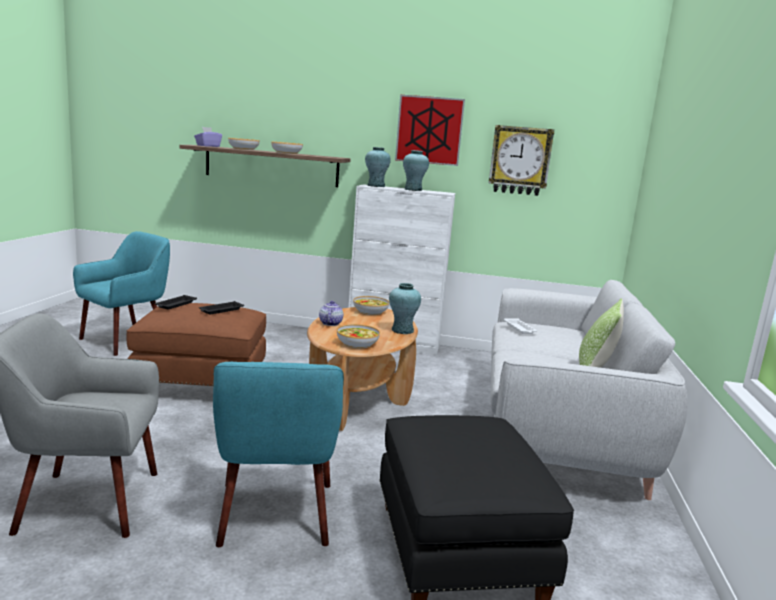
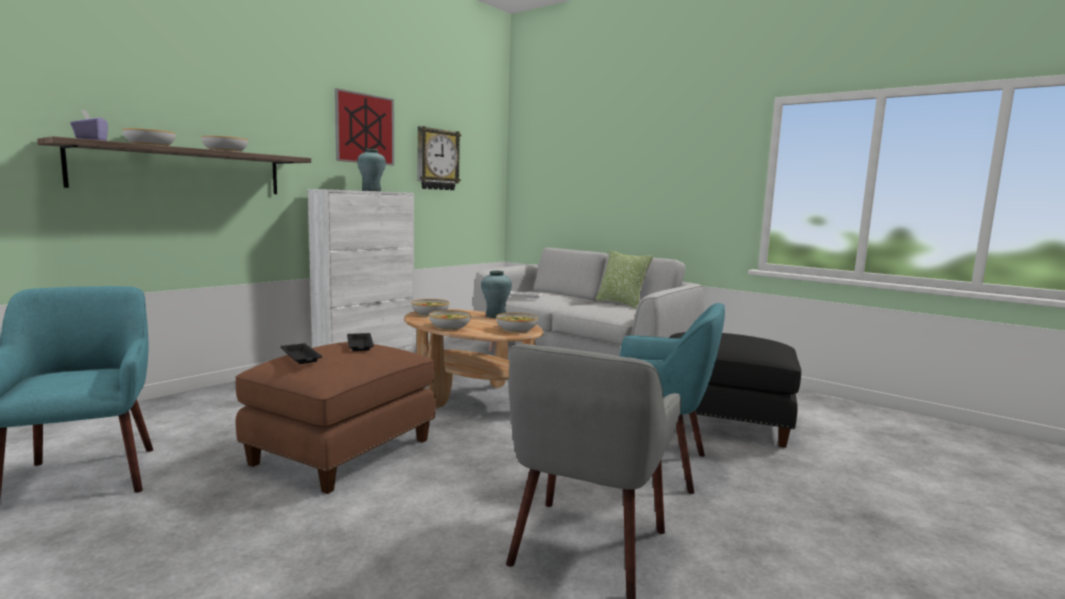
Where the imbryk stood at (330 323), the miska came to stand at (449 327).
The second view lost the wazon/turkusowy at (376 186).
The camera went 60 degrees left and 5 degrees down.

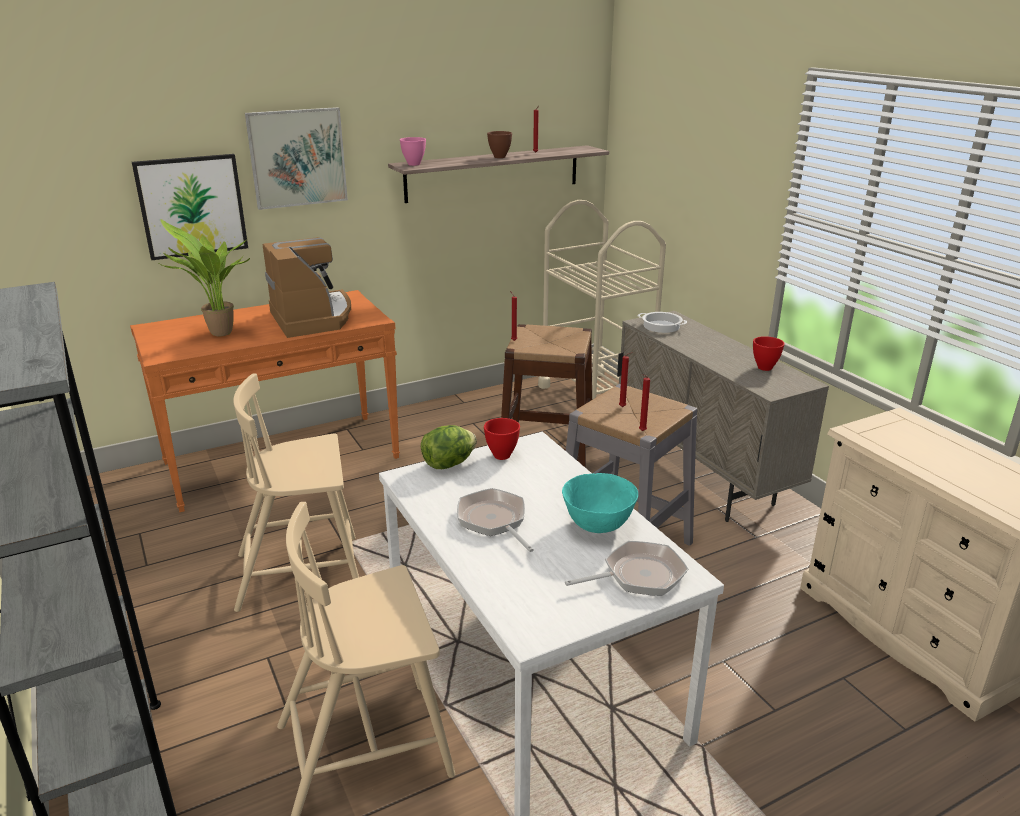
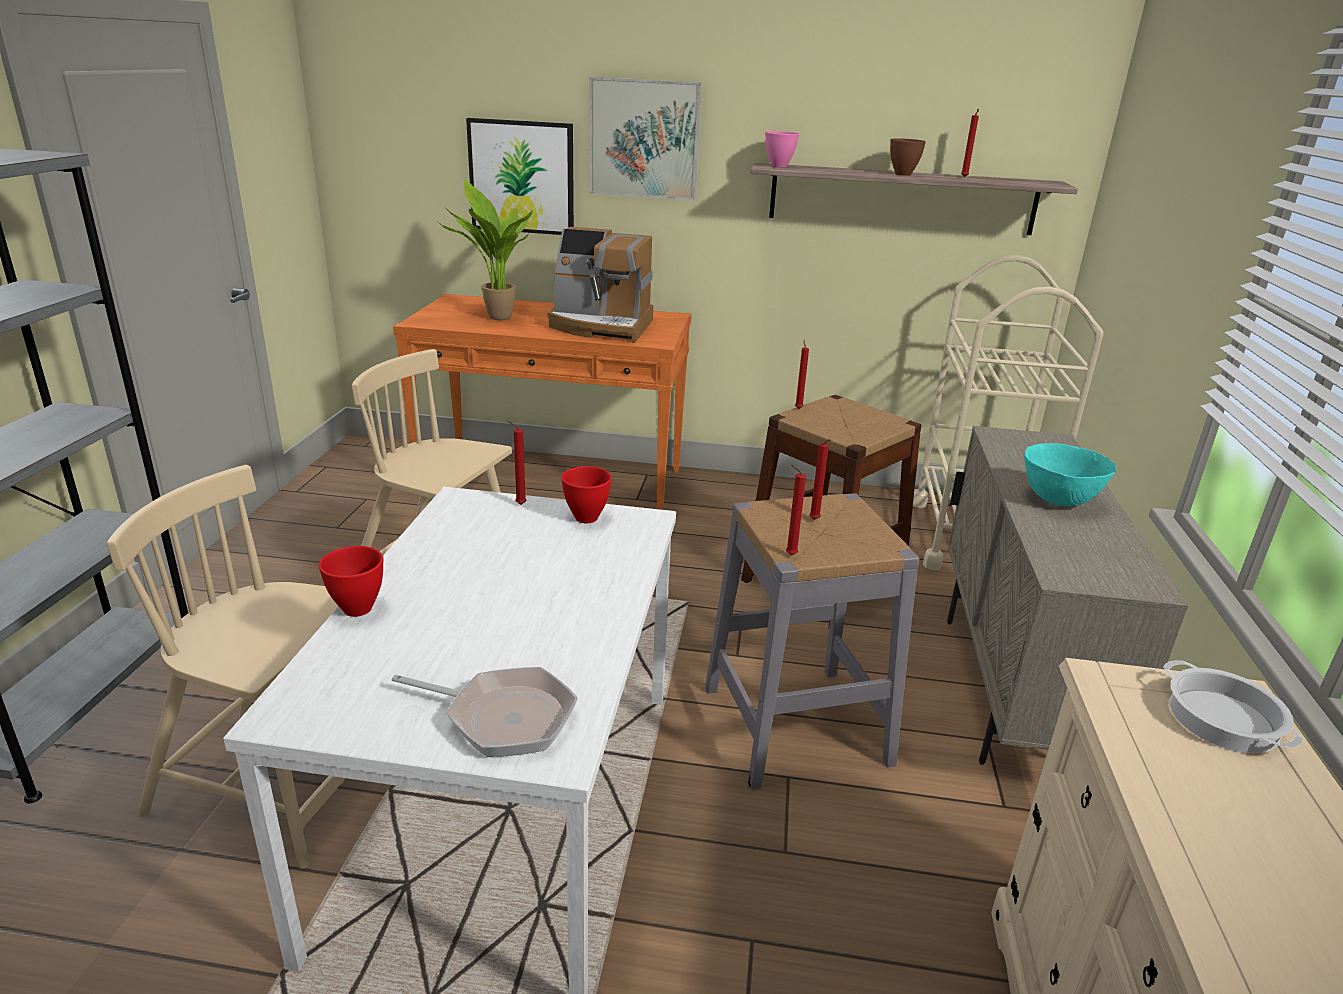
The ekspres do kawy at (313 318) ended up facing another way, 90 degrees clockwise from before.
Where the sałata stood at (448 464), the świeca/czerwony came to stand at (519 504).
The second view lost the patelnia at (494 521).
The miska/turkusowy ended up elsewhere, having gone from (597 526) to (1058 500).
The garnek ended up elsewhere, having gone from (662 326) to (1224 719).
The miska/czerwony ended up elsewhere, having gone from (764 367) to (359 608).
The camera went 35 degrees right and 0 degrees up.

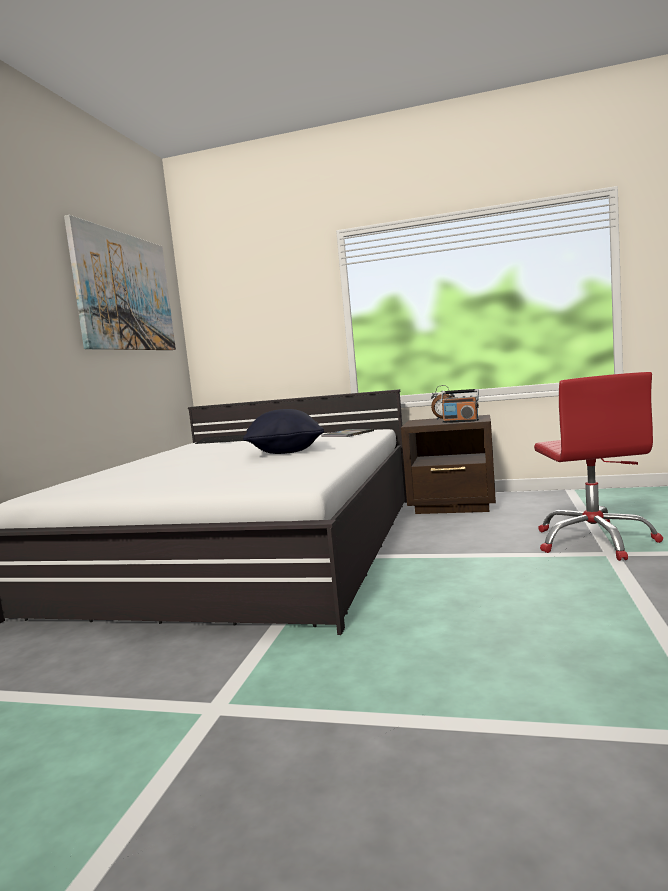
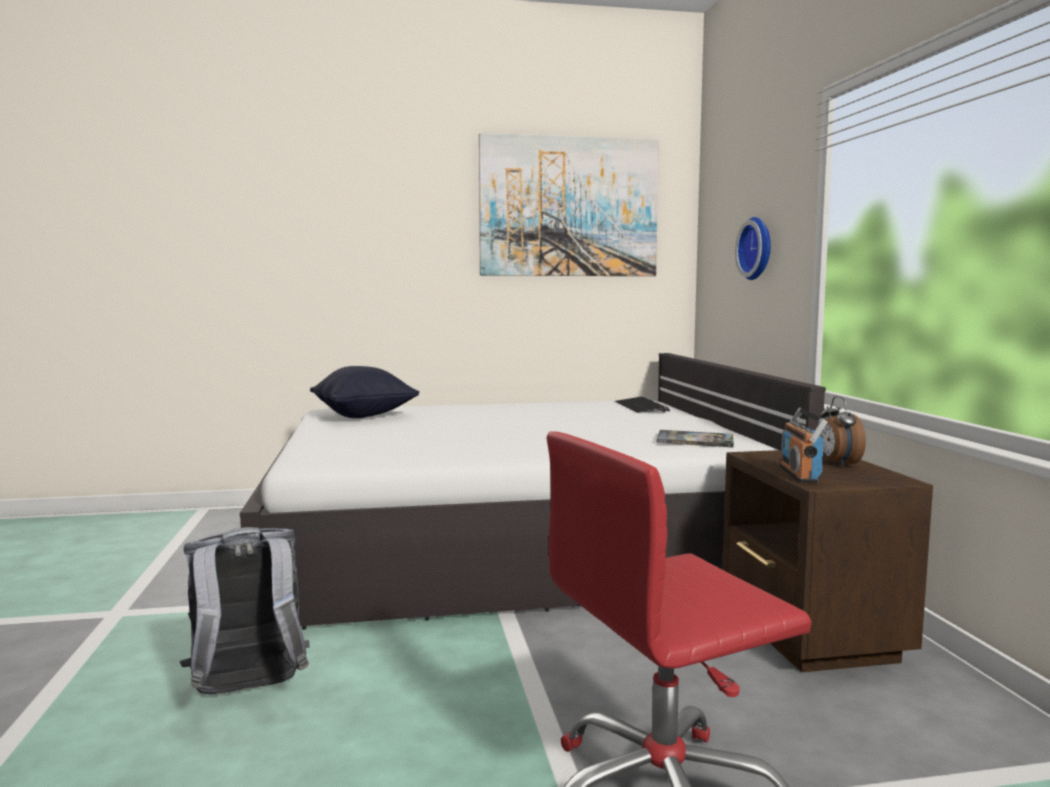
The poduszka/czarny ended up elsewhere, having gone from (285 452) to (364 416).
The second view gained the plecak/szary at (248 692).
The second view gained the zegar ścienny at (758 248).
The camera went 65 degrees right and 0 degrees up.

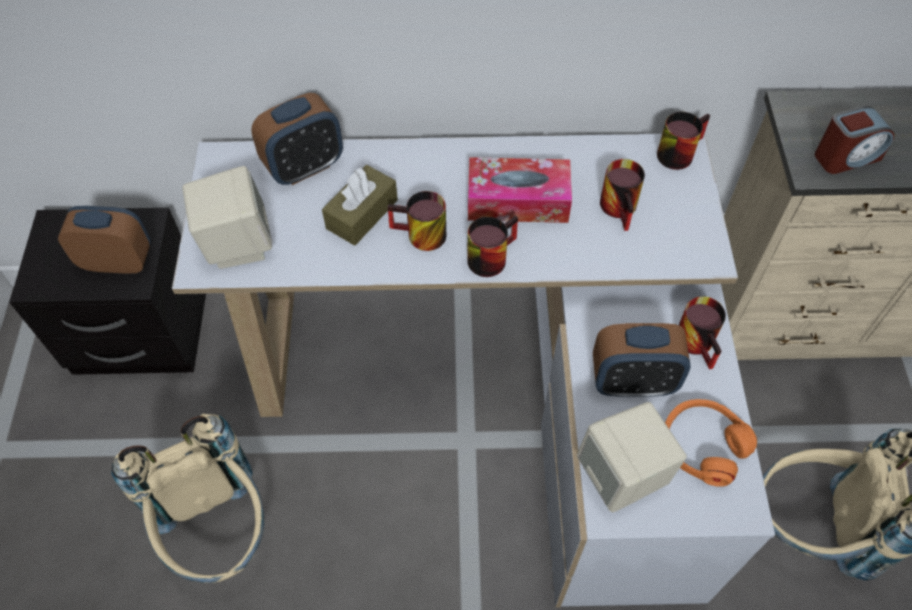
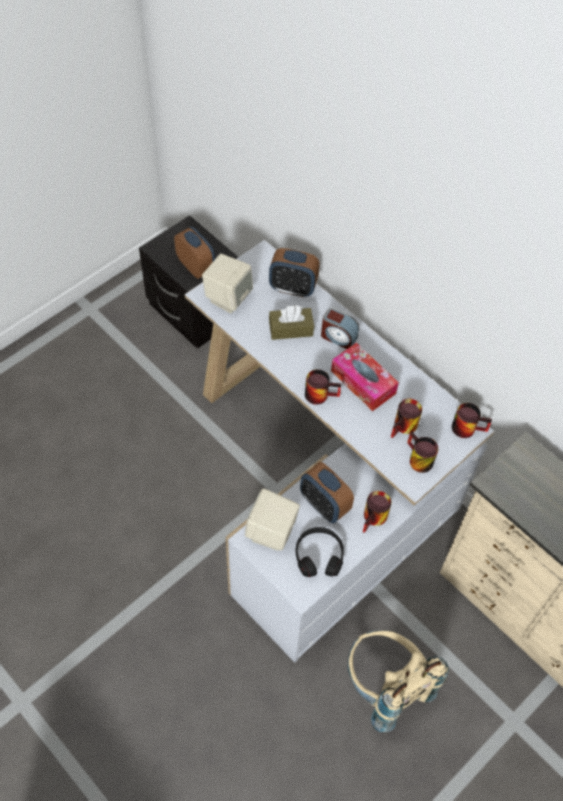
The second view lost the plecak/beżowy at (220 534).
The kubek ended up elsewhere, having gone from (419 237) to (417 459).
What was the słuchawki/pomarańczowy at (702 445) turned into the słuchawki/czarny at (319 555).
The budzik ended up elsewhere, having gone from (846 156) to (338 337).
The camera went 45 degrees right and 0 degrees up.

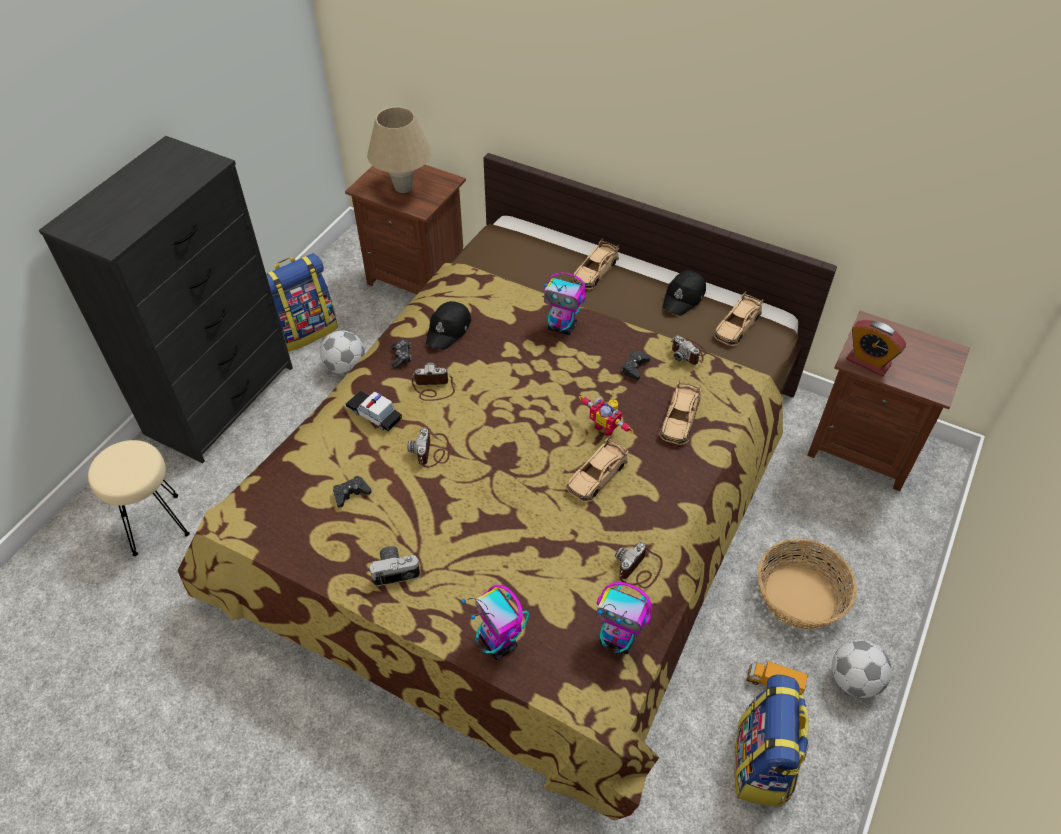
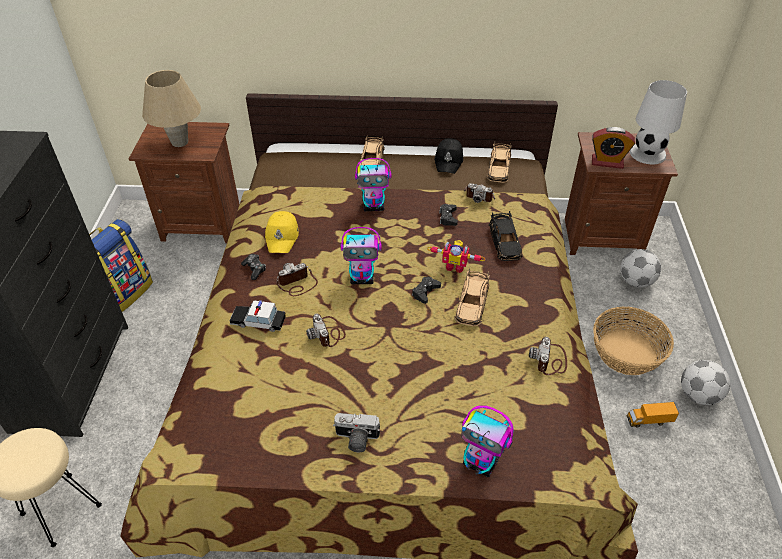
The piłka futbolowa ended up elsewhere, having gone from (346 367) to (635 281).
The pad do gier/czarny ended up elsewhere, having gone from (351 494) to (425 292).
The aparat fotograficzny at (395 569) ended up facing another way, 135 degrees counterclockwise from before.
What was the czapka z daszkiem/czarny at (449 330) turned into the czapka z daszkiem/żółty at (282 236).
The robot zabawkowy ended up elsewhere, having gone from (618 639) to (362 278).
What was the samochodzik/beżowy at (679 419) turned into the samochodzik/czarny at (504 242).
The second view lost the plecak at (762 764).
The second view gained the lampa stołowa/biały at (648 154).
The camera went 25 degrees left and 5 degrees down.

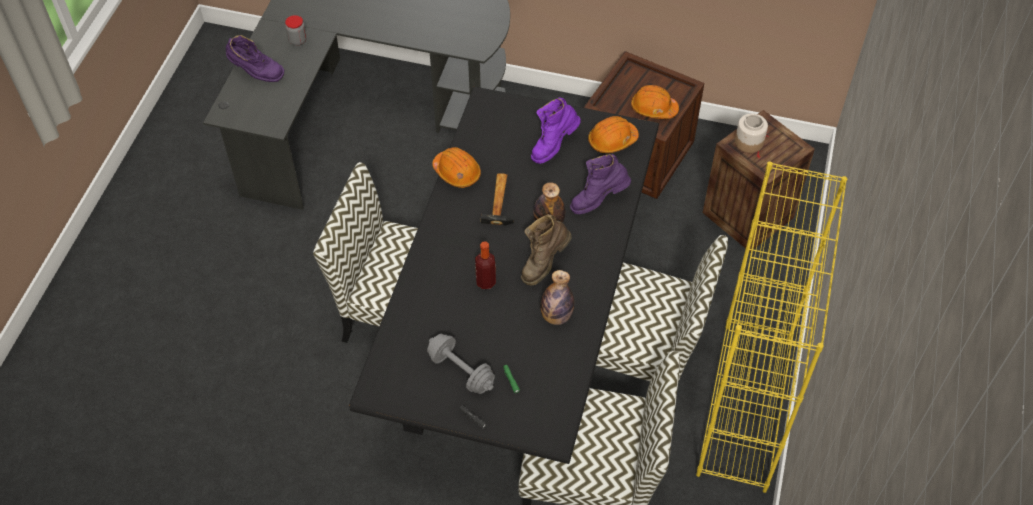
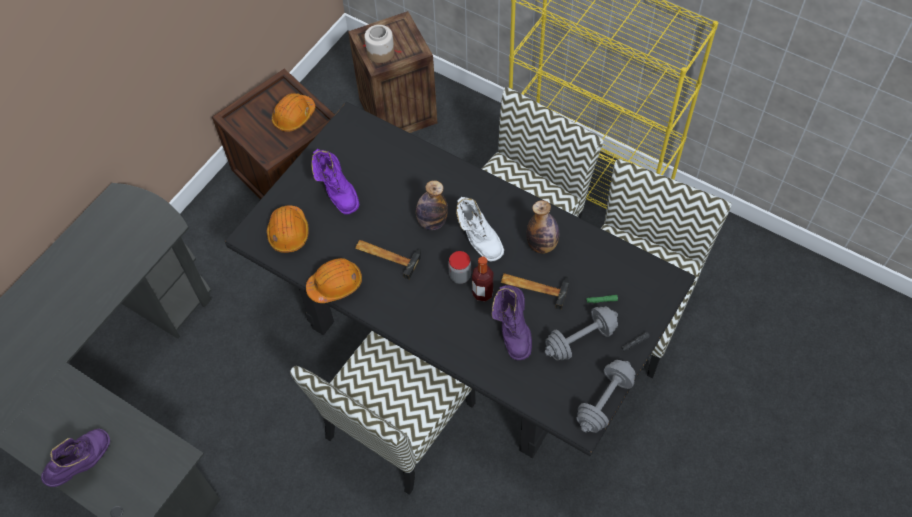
The słoik ended up elsewhere, having gone from (297 40) to (460 276).
What was the but z cholewką/brązowy at (544 263) turned into the but z cholewką/biały at (477 238).
The but z cholewką/fioletowy ended up elsewhere, having gone from (598 200) to (513 330).
The kask/pomarańczowy ended up elsewhere, having gone from (612 140) to (288 233).
The second view gained the młotek at (534 286).
The second view gained the hantel/szary at (604 402).
The camera went 70 degrees left and 5 degrees up.

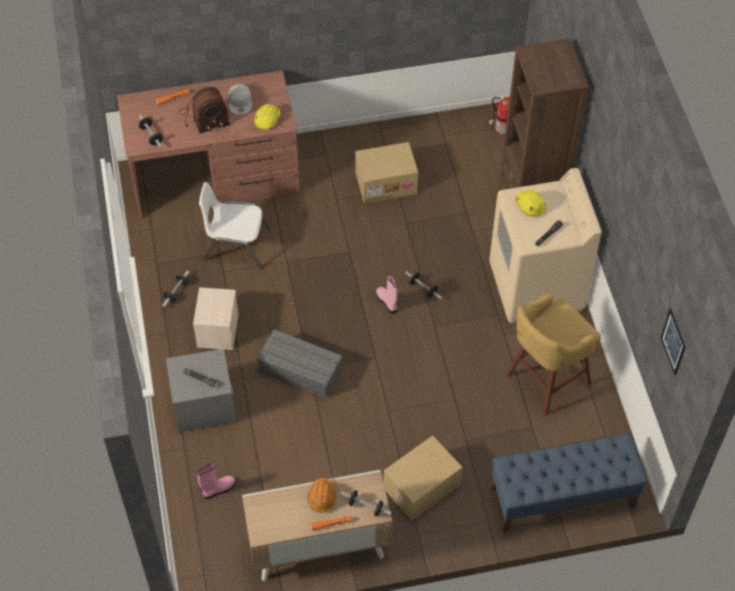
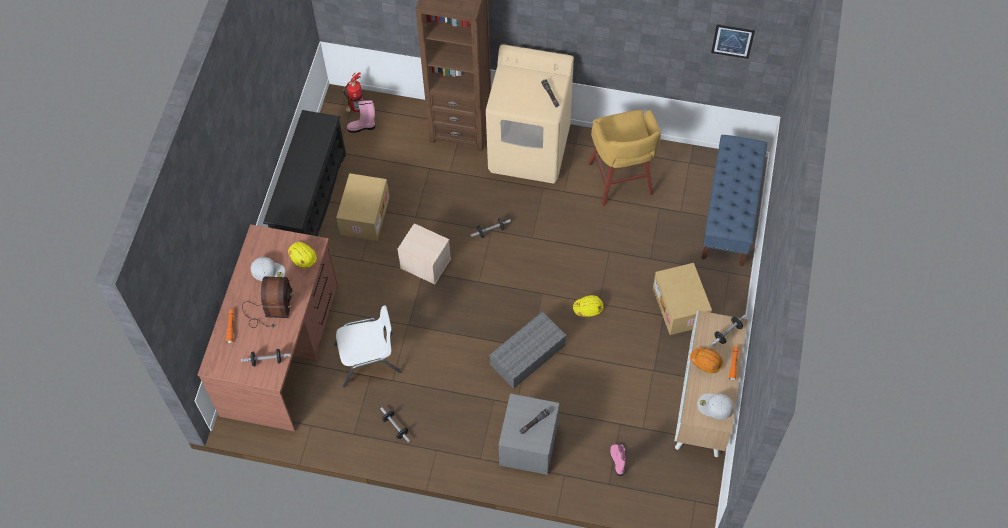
The pojemnik do przechowywania/beżowy ended up elsewhere, having gone from (217 329) to (425 263).
The krzesło/biały at (236 245) ended up facing another way, 135 degrees counterclockwise from before.
The but z cholewką/różowy ended up elsewhere, having gone from (387 302) to (362 127).
The kask/żółty ended up elsewhere, having gone from (530 206) to (588 308).
The second view gained the regał na buty/czarny at (310 201).
The second view gained the czapka z daszkiem/biały at (715 406).
The camera went 65 degrees left and 5 degrees up.

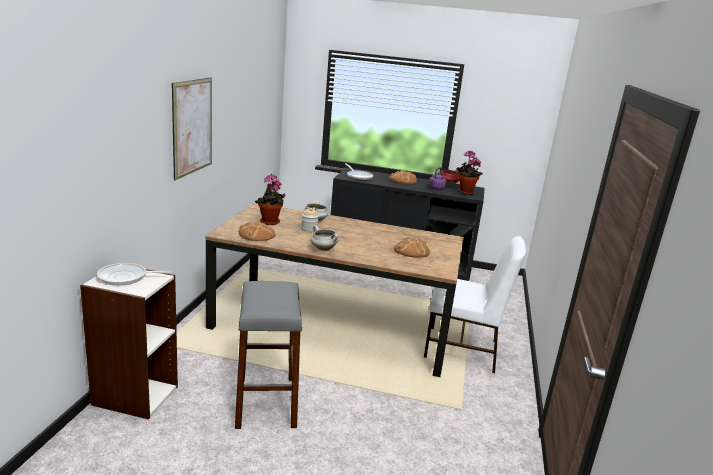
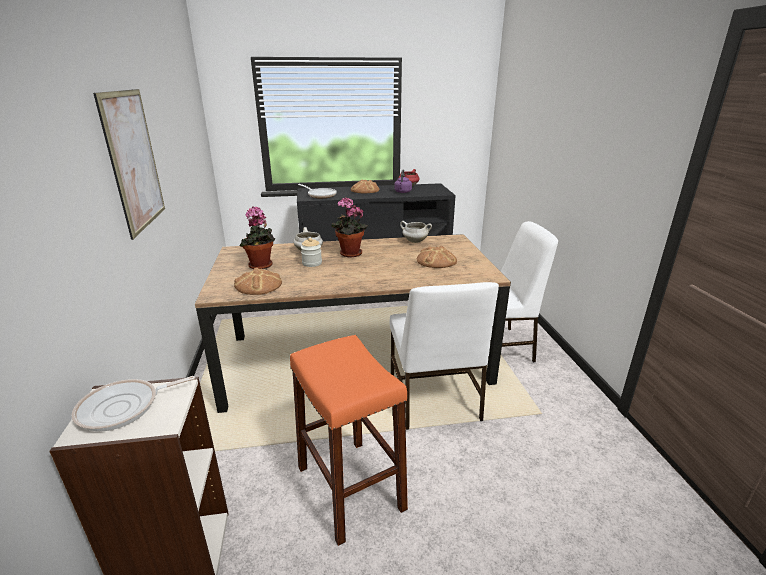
What was the stołek/szary at (266 402) turned into the stołek/pomarańczowy at (350 487).
The garnek/biały ended up elsewhere, having gone from (323 249) to (414 241).
The roślina doniczkowa ended up elsewhere, having gone from (465 192) to (349 254).
The second view gained the krzesło/biały at (433 398).
The camera went 20 degrees left and 5 degrees up.

